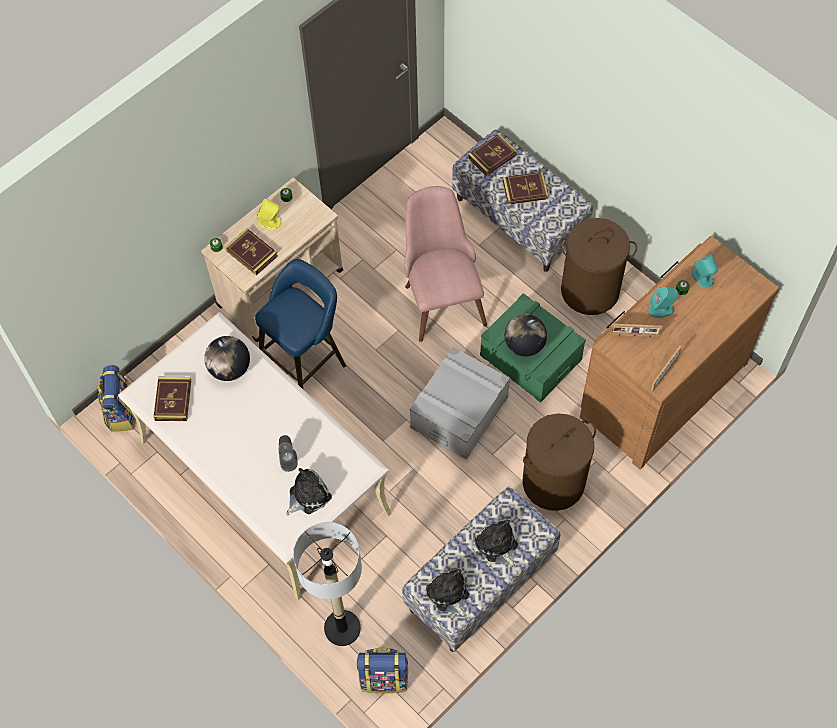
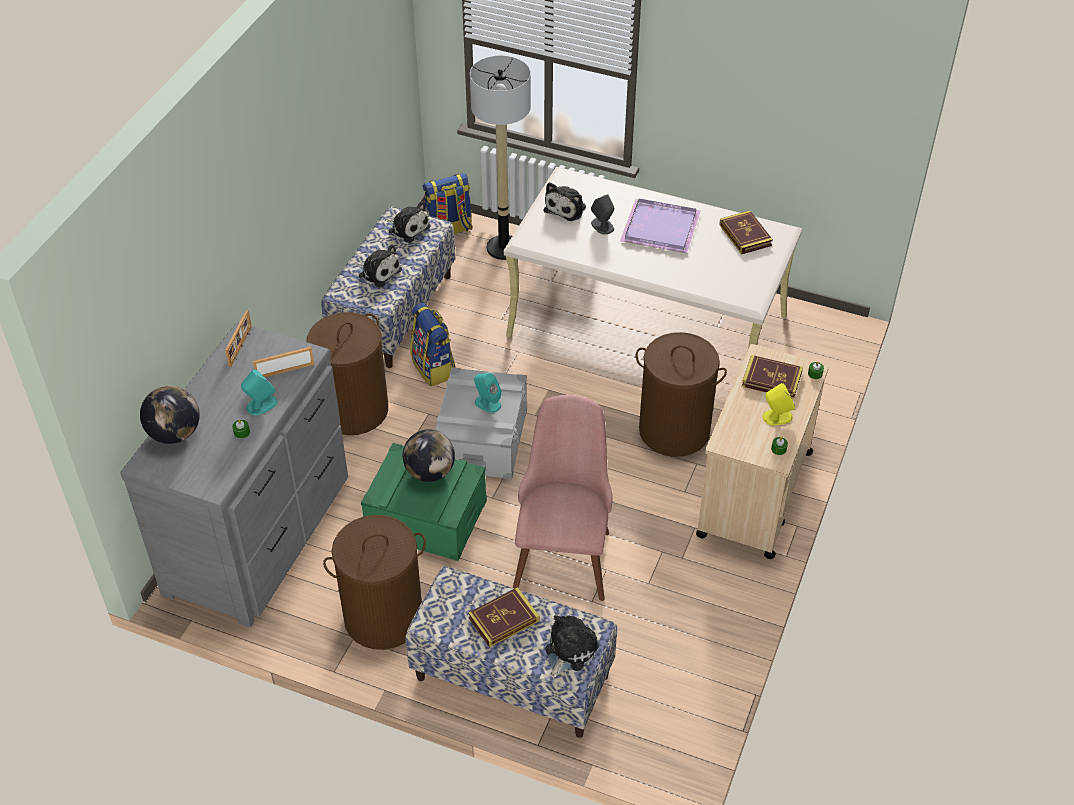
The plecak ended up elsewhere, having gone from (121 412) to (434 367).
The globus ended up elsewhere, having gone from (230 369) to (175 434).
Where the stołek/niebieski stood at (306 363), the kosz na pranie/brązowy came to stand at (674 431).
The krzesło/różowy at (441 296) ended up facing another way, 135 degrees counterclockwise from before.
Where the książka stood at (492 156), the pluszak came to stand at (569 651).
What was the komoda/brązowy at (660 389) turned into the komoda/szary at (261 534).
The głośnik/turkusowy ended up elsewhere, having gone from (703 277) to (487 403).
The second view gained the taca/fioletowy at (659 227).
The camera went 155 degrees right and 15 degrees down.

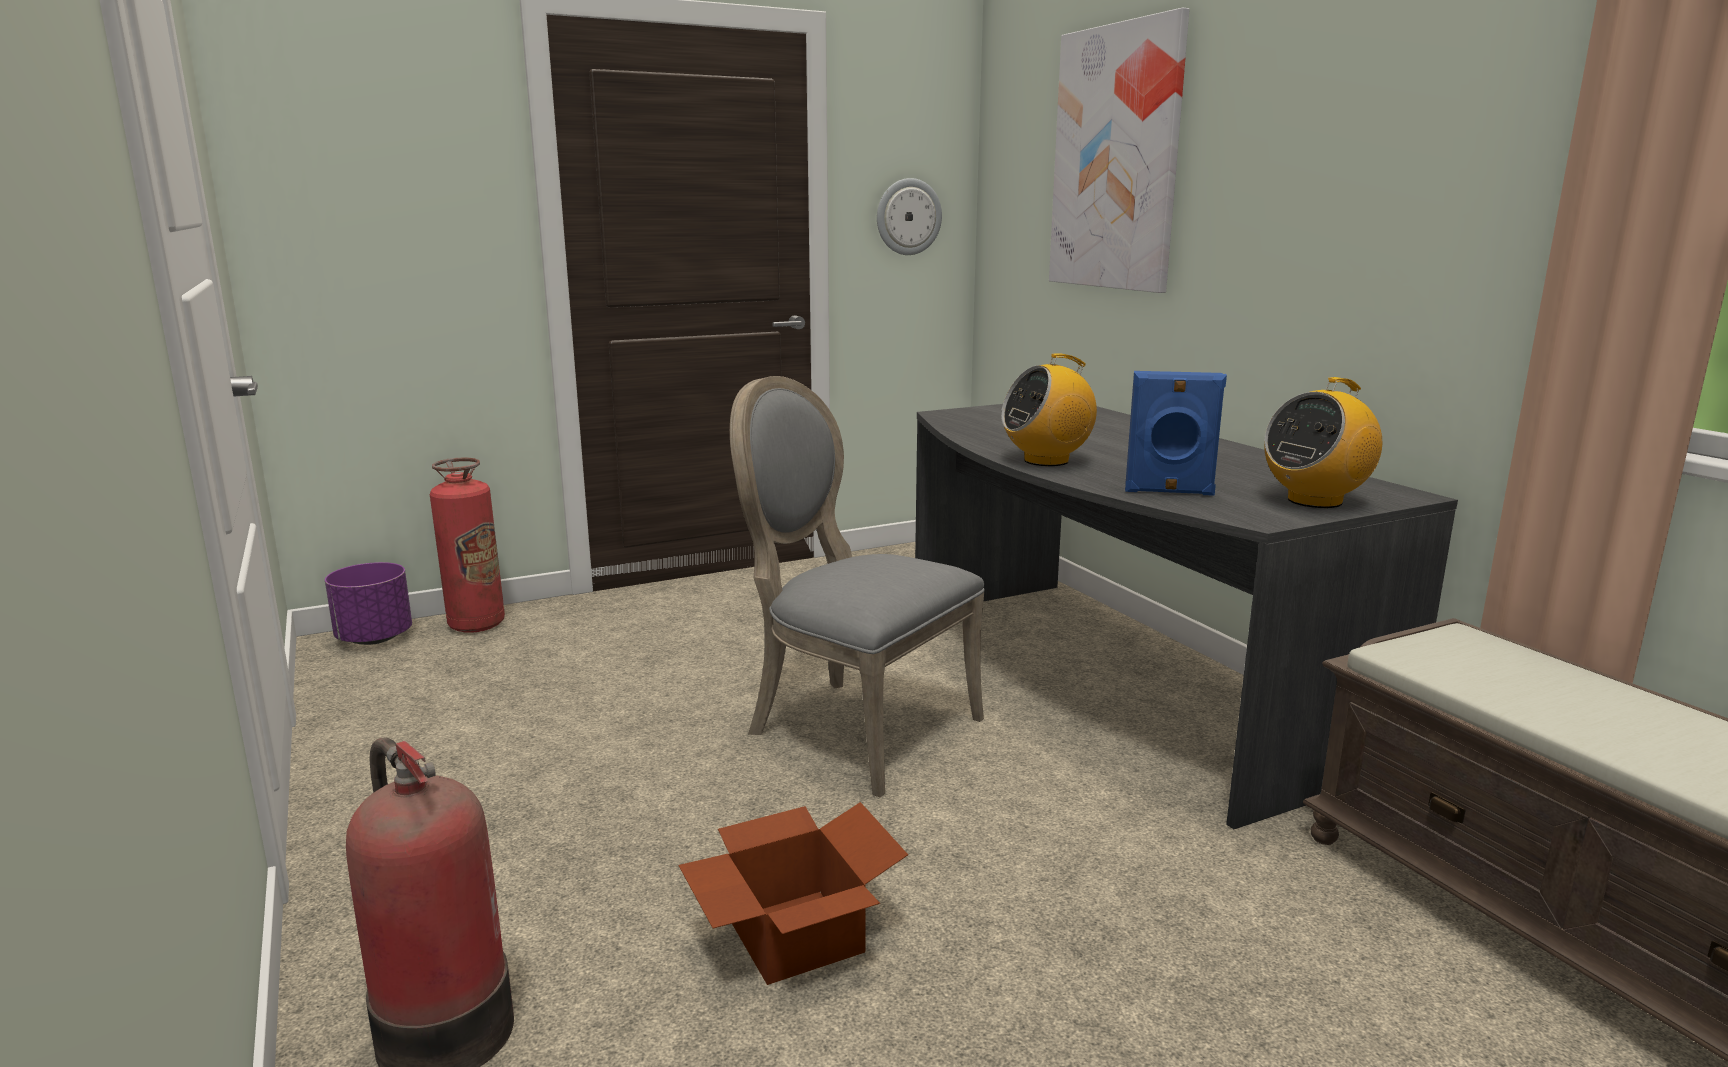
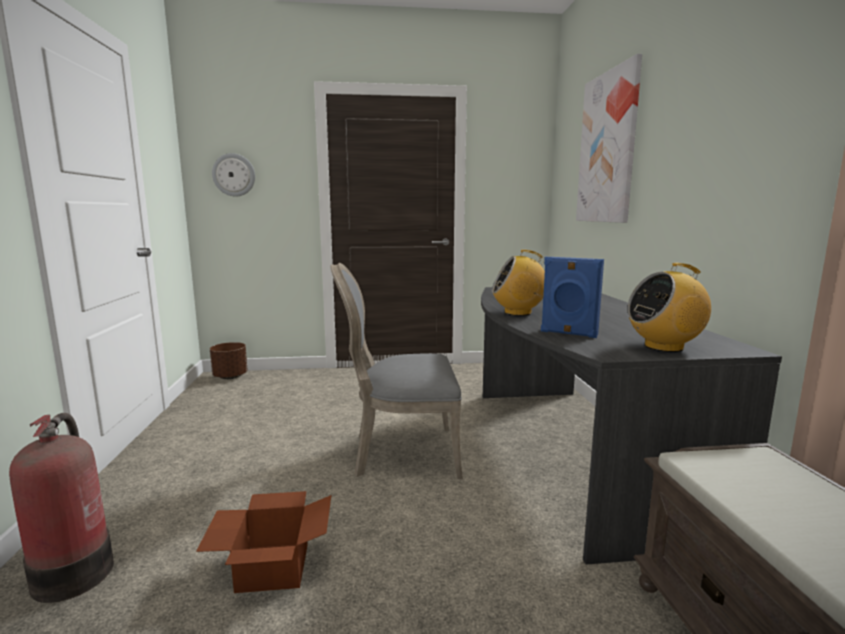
What was the donica/fioletowy at (374 638) turned into the donica/brązowy at (230 376).
The second view lost the gaśnica at (476 624).
The krzesło/szary at (853 727) ended up facing another way, 60 degrees counterclockwise from before.
The zegar ścienny ended up elsewhere, having gone from (908 217) to (234 175).
The camera went 20 degrees right and 5 degrees down.

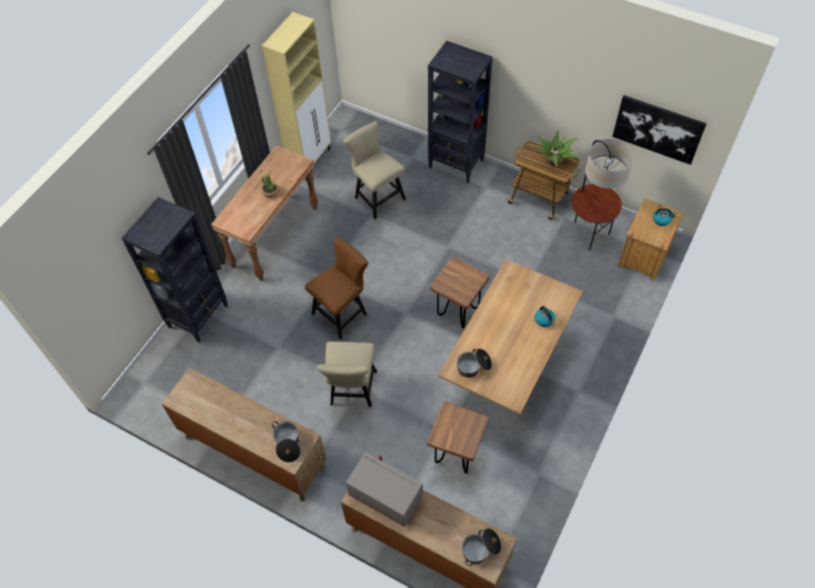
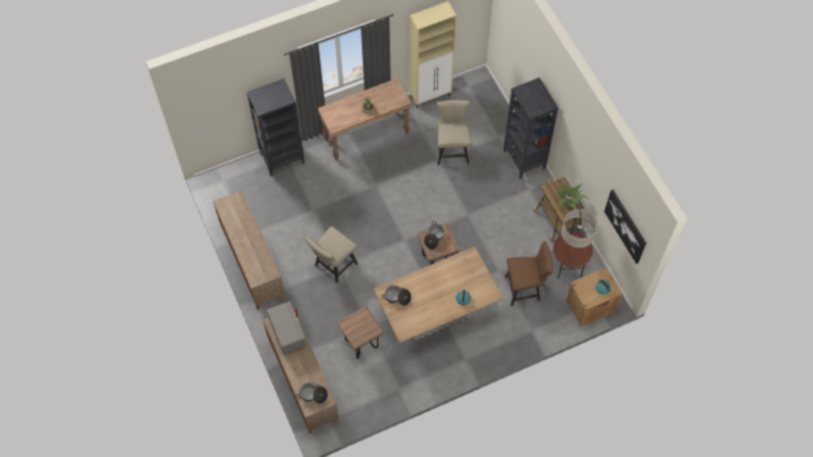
The garnek ended up elsewhere, having gone from (288 444) to (434 238).
The krzesło/brązowy ended up elsewhere, having gone from (342 312) to (525 288).
The camera went 35 degrees right and 5 degrees up.

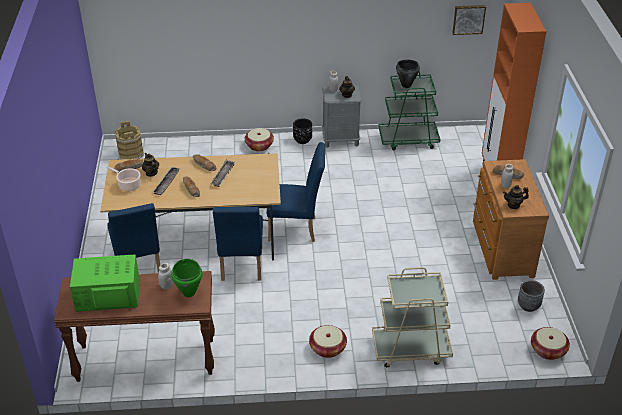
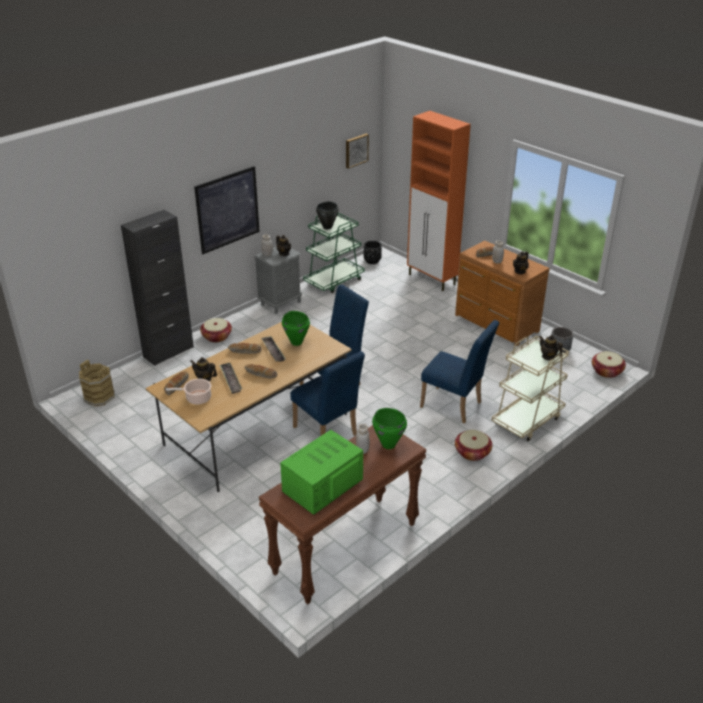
The krzesło/niebieski ended up elsewhere, having gone from (138 269) to (455 406).
The donica/czarny ended up elsewhere, having gone from (302 140) to (372 261).
The second view gained the szafka/czarny at (168 352).
The second view gained the obraz at (227 209).
The second view gained the garnek/zielony at (296 342).
The second view gained the imbryk at (548 356).
The camera went 40 degrees left and 5 degrees down.

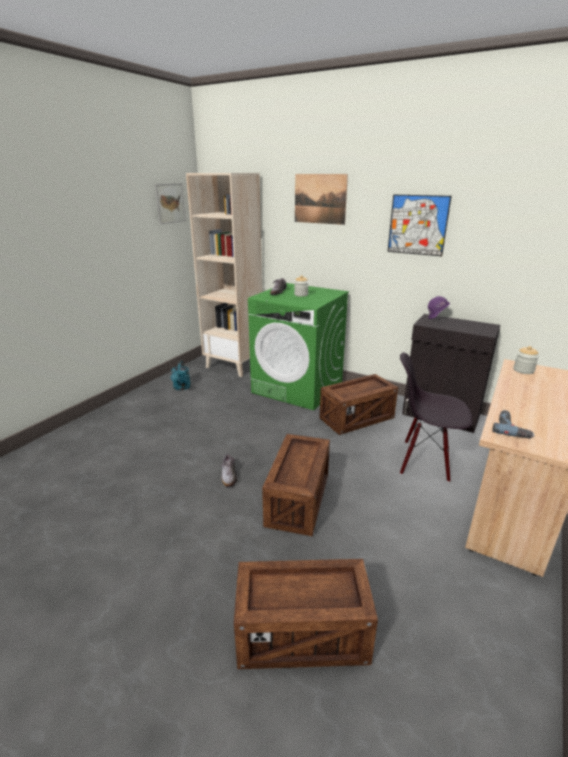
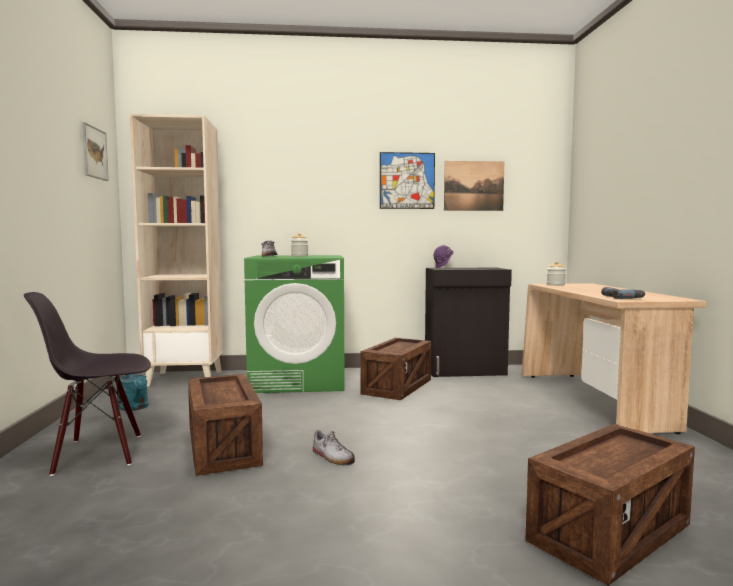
The skrzynka ended up elsewhere, having gone from (298 499) to (223 448).
The obraz ended up elsewhere, having gone from (320 199) to (473 186).
The krzesło/czarny ended up elsewhere, having gone from (424 461) to (99 453).
The camera went 35 degrees left and 20 degrees down.

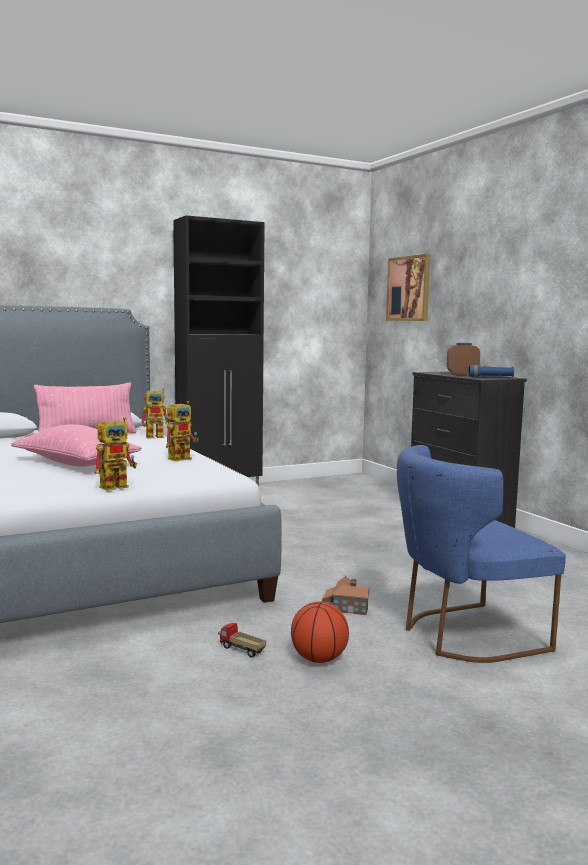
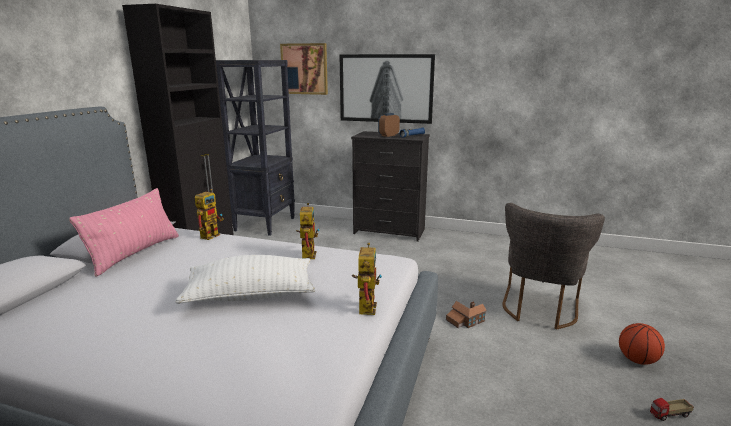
What was the poduszka/różowy at (76 464) turned into the poduszka/biały at (251 295).
The ciężarówka zabawkowa ended up elsewhere, having gone from (241 650) to (669 415).
The piłka do koszykówki ended up elsewhere, having gone from (319 659) to (637 360).
What was the krzesło/niebieski at (464 635) turned into the krzesło/szary at (539 310).
The second view gained the regał/czarny at (265 224).
The second view gained the obraz at (386 88).
The camera went 45 degrees left and 10 degrees up.

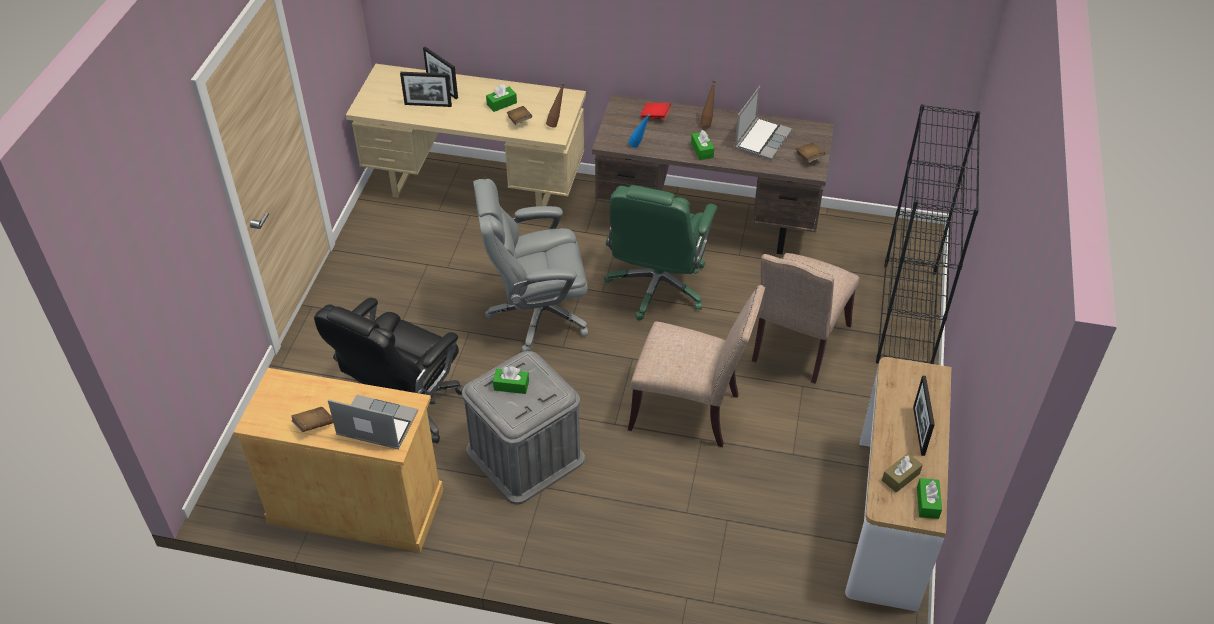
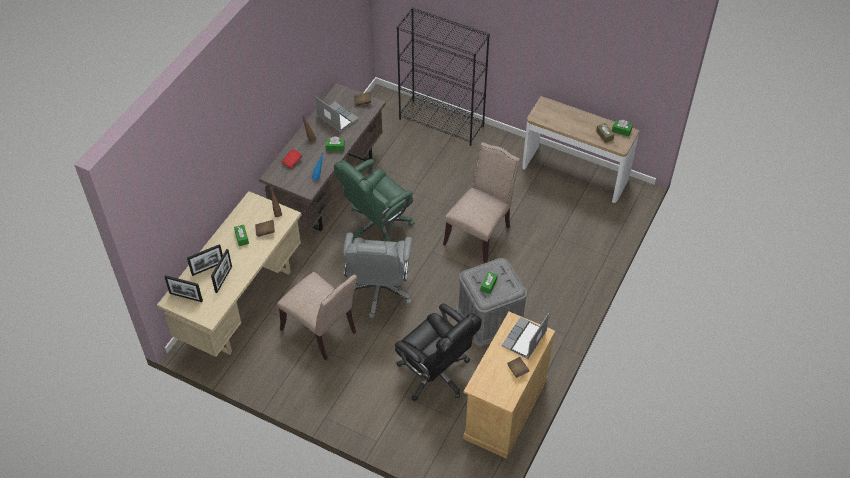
The krzesło biurowe/zielony at (657 287) ended up facing another way, 105 degrees clockwise from before.
The krzesło/beżowy ended up elsewhere, having gone from (797 345) to (322 331).
The ramka na zdjęcie ended up elsewhere, having gone from (918 431) to (186 297).
The camera went 75 degrees left and 5 degrees up.

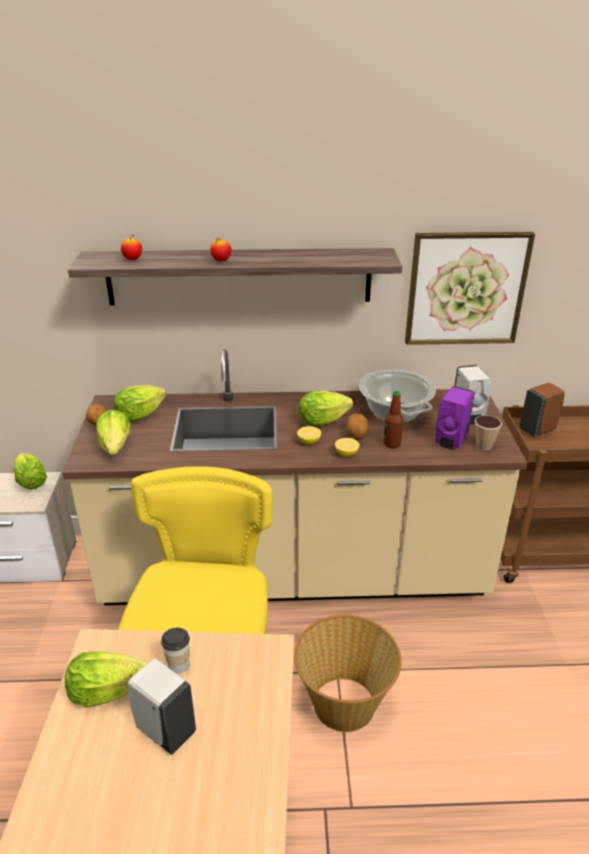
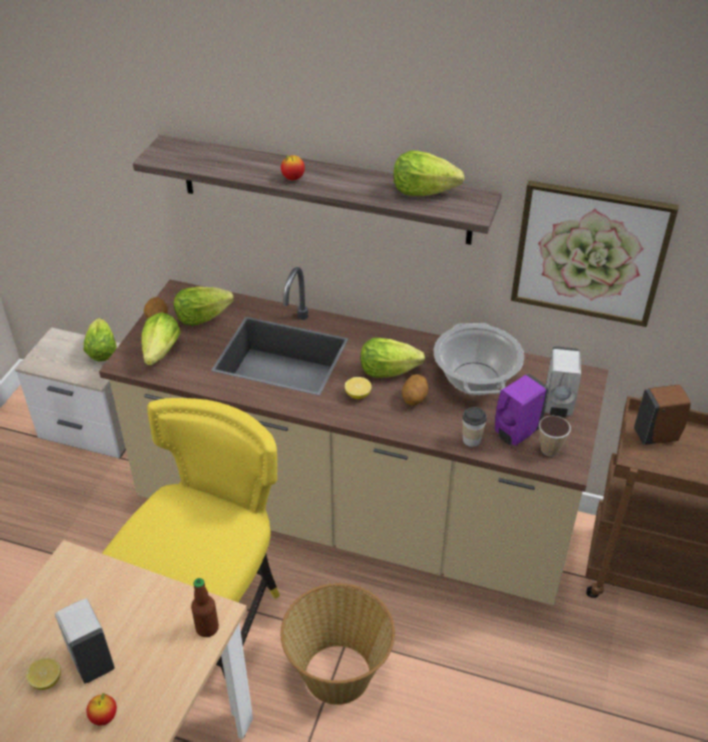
The sałata ended up elsewhere, having gone from (106 691) to (423 191).
The jabłko ended up elsewhere, having gone from (133 259) to (104 717).
The filiżanka ended up elsewhere, having gone from (179 665) to (471 440).
The cytryna ended up elsewhere, having gone from (346 454) to (46 680).
The butelka ended up elsewhere, having gone from (392 444) to (207 628).
The camera went 20 degrees right and 10 degrees up.

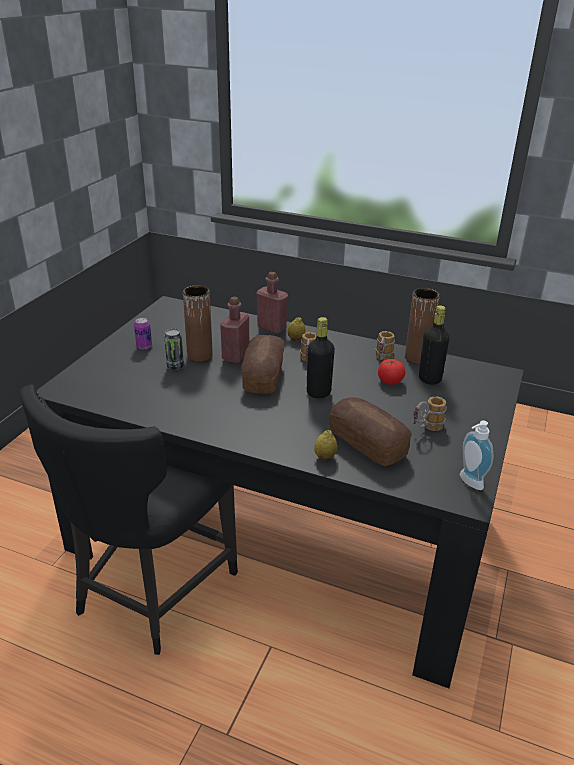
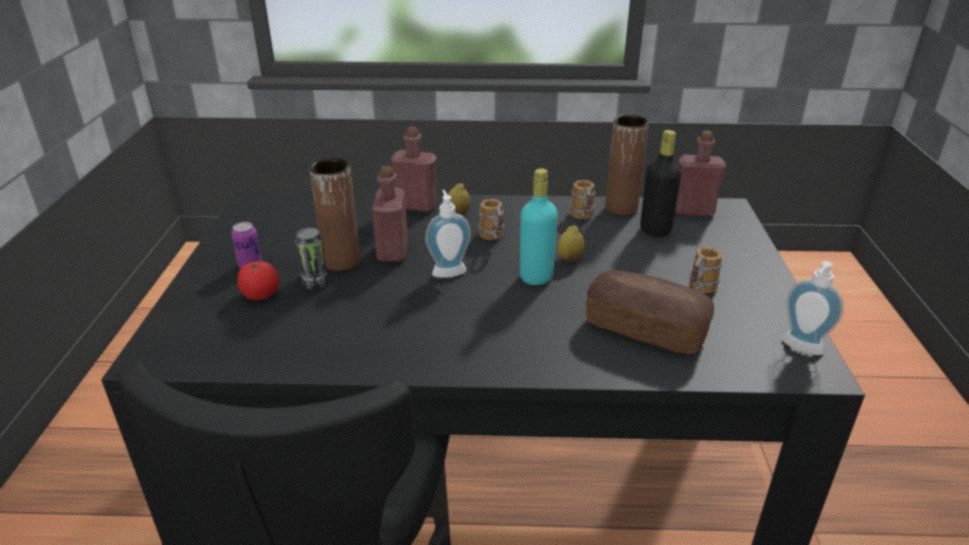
Where the chleb stood at (263 376), the dozownik mydła came to stand at (448 270).
What was the butelka/czarny at (318 393) turned into the butelka/turkusowy at (536 277).
The cytryna ended up elsewhere, having gone from (325 457) to (570 259).
The pomidor ended up elsewhere, having gone from (390 381) to (260 294).
The second view gained the butelka/czerwony at (693 211).
The camera went 20 degrees left and 0 degrees up.

